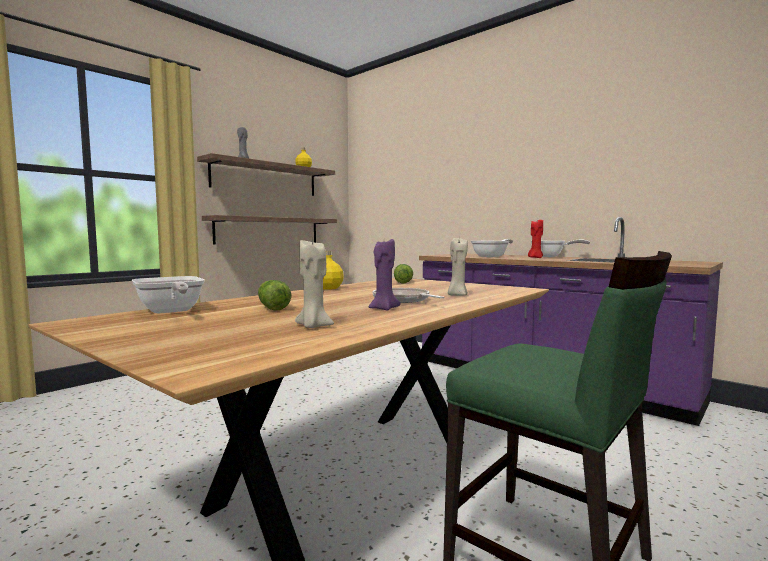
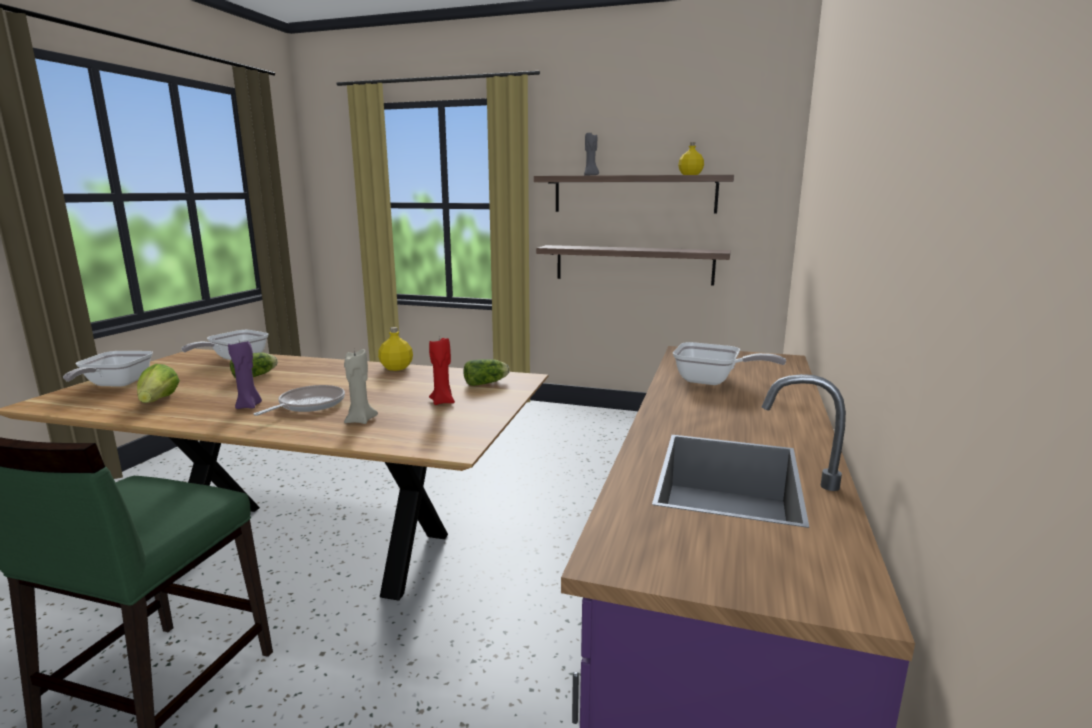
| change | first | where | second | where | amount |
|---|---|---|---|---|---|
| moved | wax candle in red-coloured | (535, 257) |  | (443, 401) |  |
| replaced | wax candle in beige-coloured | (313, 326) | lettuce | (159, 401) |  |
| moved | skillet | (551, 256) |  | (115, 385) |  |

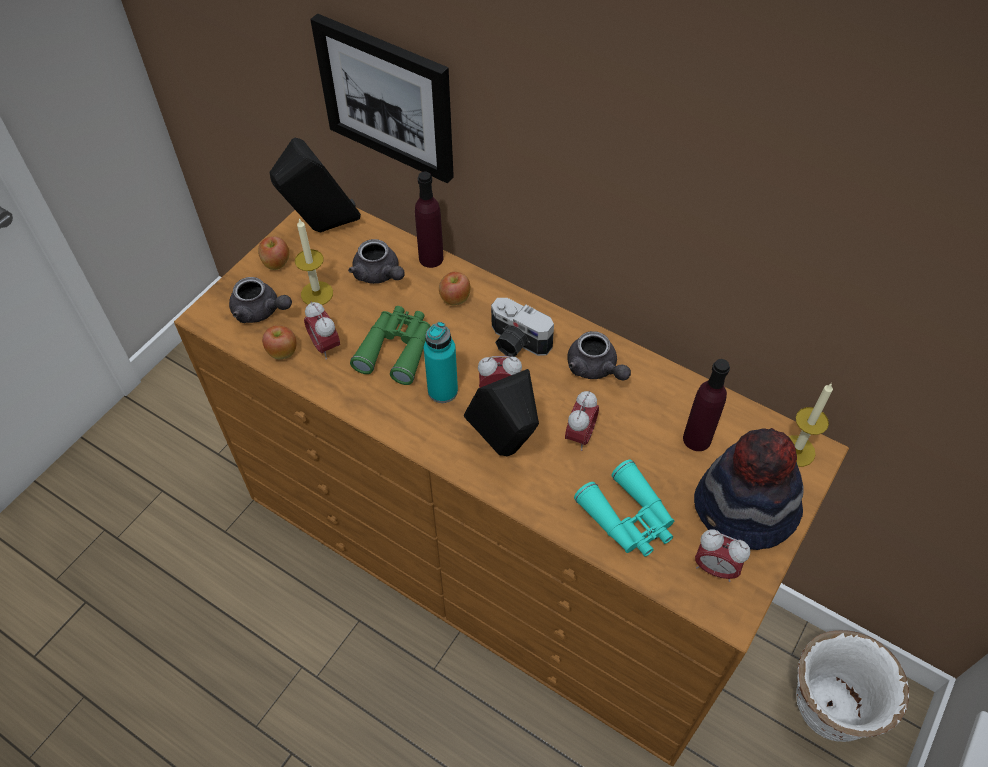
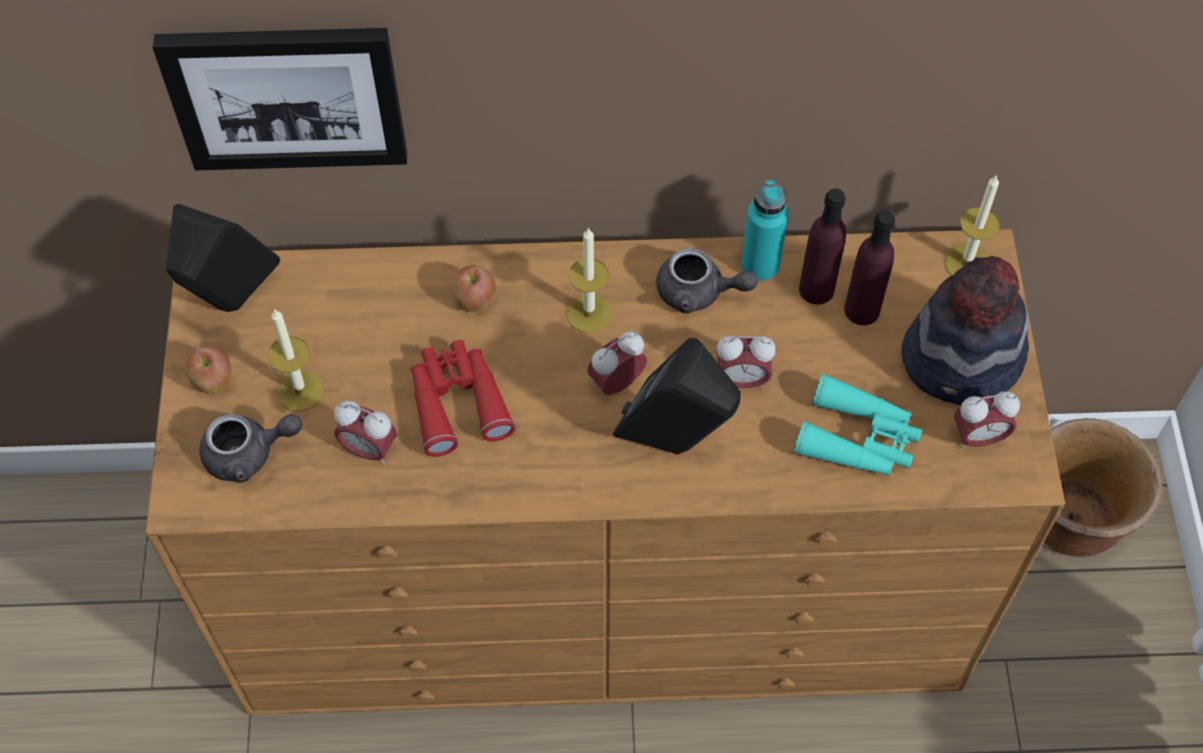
| change | first | where | second | where | amount |
|---|---|---|---|---|---|
| moved | beverage bottle in purple-coloured | (431, 258) |  | (816, 289) |  |
| removed | teapot in greyish | (379, 275) |  |  |  |
| replaced | still camera | (516, 343) | wax candle | (589, 313) |  |
| recoloured | field glasses in green | (396, 349) | field glasses in red-coloured | (457, 402) |  |
| moved | beverage bottle in turquoise-coloured | (442, 391) |  | (760, 266) |  |
| removed | whole apple | (282, 352) |  |  |  |
| turned | bedside clock | (579, 436) |  | (741, 380) | 105 degrees clockwise |
| recoloured | plant pot in whitish | (828, 708) | plant pot in brown | (1069, 523) |  |

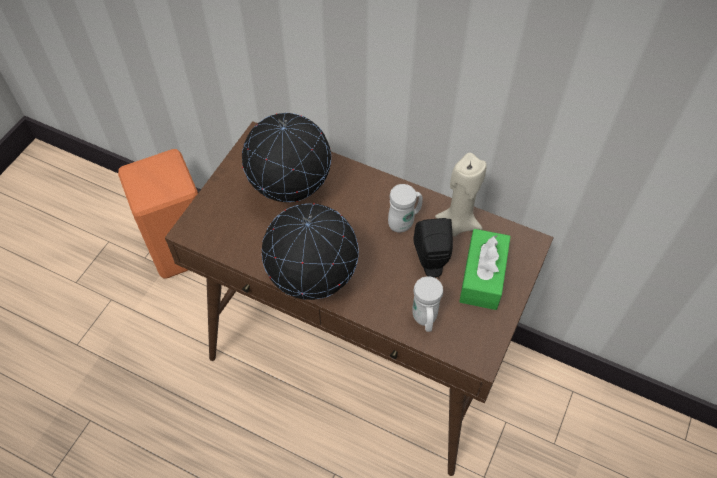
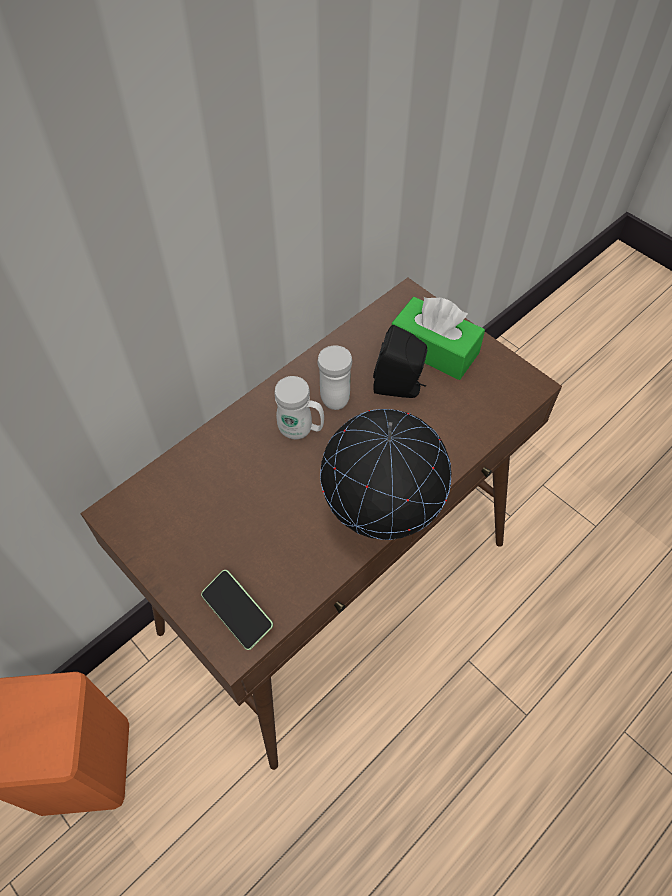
| change | first | where | second | where | amount |
|---|---|---|---|---|---|
| removed | desk globe | (291, 192) |  |  |  |
| removed | wax candle in beige-coloured | (458, 222) |  |  |  |
| moved | coffee mug in whitish | (425, 320) |  | (301, 431) |  |
| added |  |  | handset | (237, 613) |  |

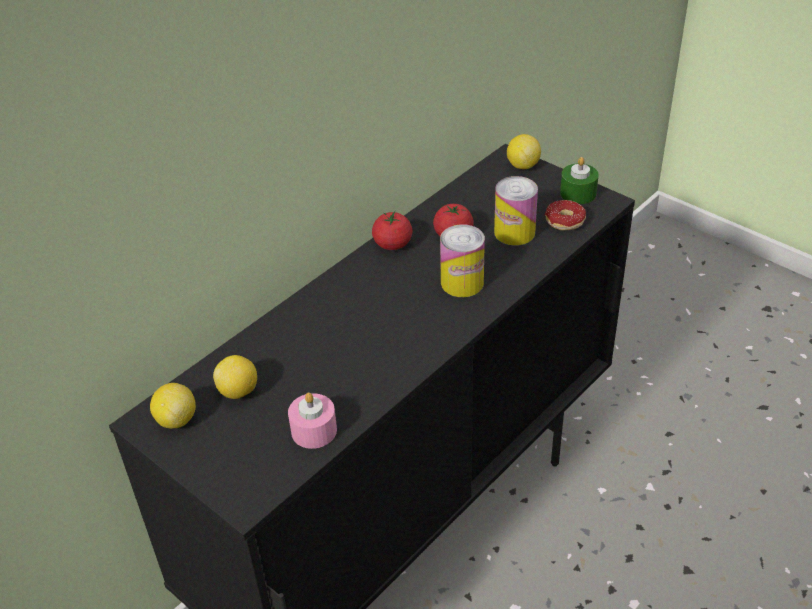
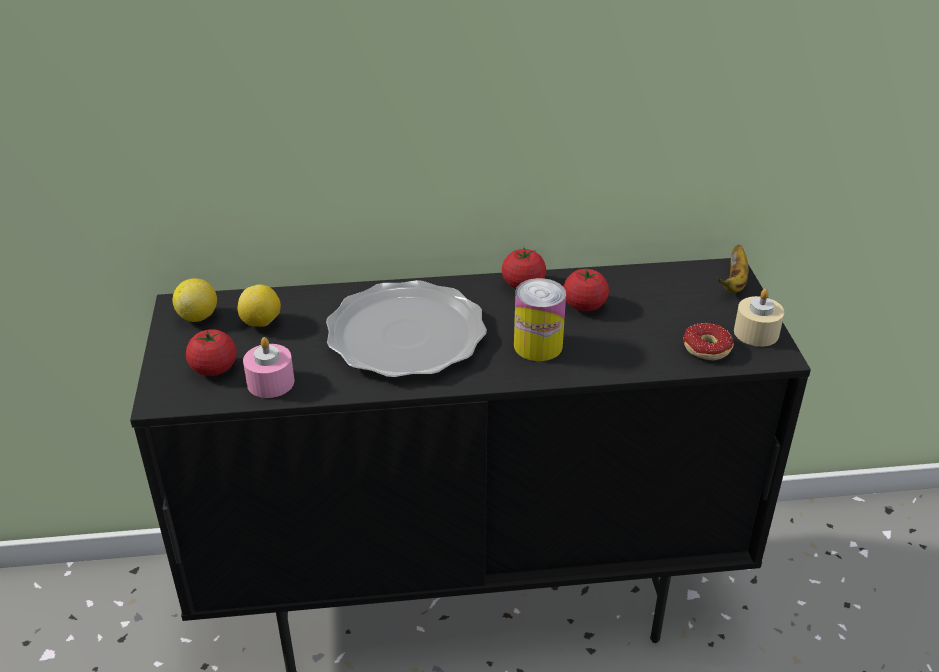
| change | first | where | second | where | amount |
|---|---|---|---|---|---|
| replaced | citrus fruit | (523, 165) | banana fruit | (734, 282) |  |
| recoloured | wax candle in green | (578, 193) | wax candle in beige-coloured | (756, 333) |  |
| removed | metal can | (514, 232) |  |  |  |
| added |  |  | flat dish | (405, 335) |  |
| added |  |  | whole tomato | (214, 368) |  |

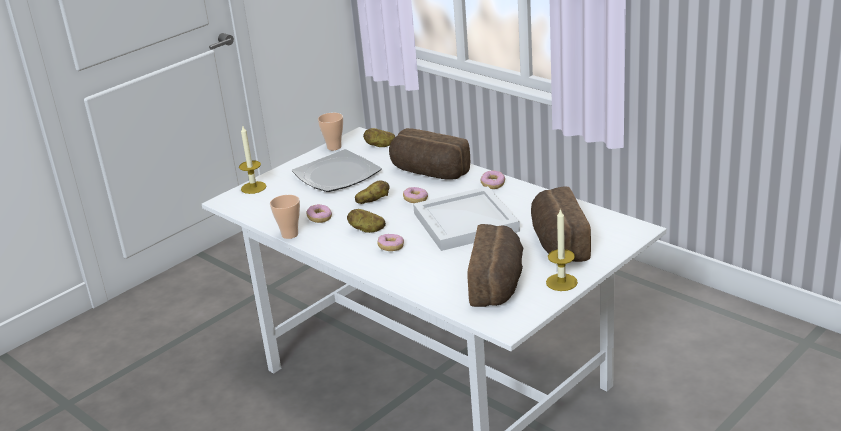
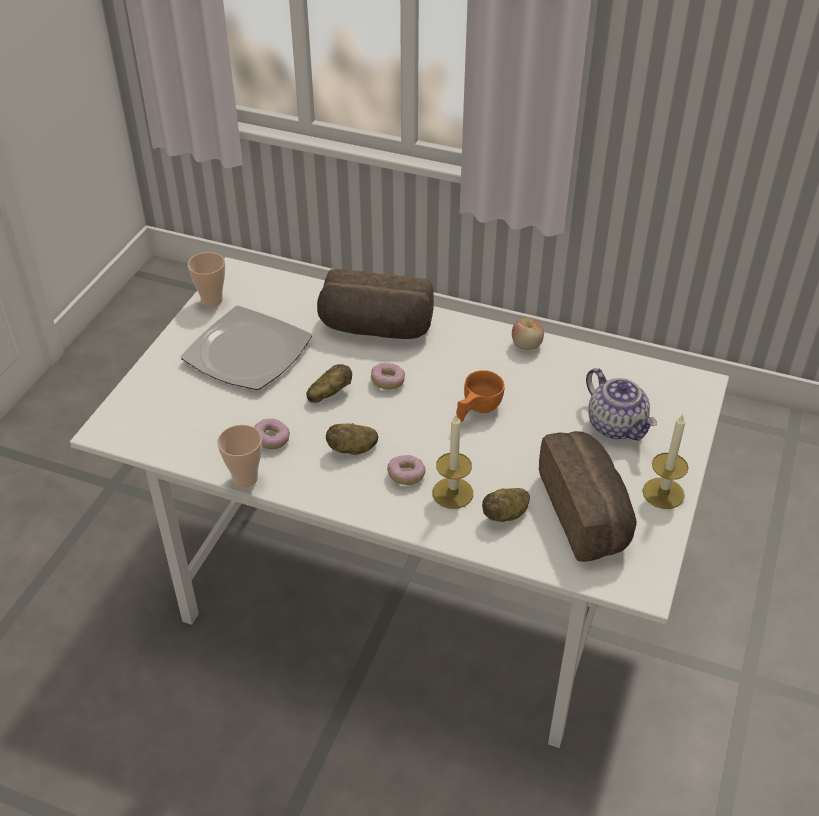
| change | first | where | second | where | amount |
|---|---|---|---|---|---|
| moved | wax candle | (253, 187) |  | (452, 493) |  |
| moved | spud | (380, 146) |  | (506, 514) |  |
| removed | ring doughnut | (493, 185) |  |  |  |
| replaced | tray in whitish | (464, 222) | drinking cup in orange-coloured | (476, 410) |  |
| replaced | baked bread | (557, 243) | teapot | (617, 426) |  |
| added |  |  | whole apple | (526, 345) |  |

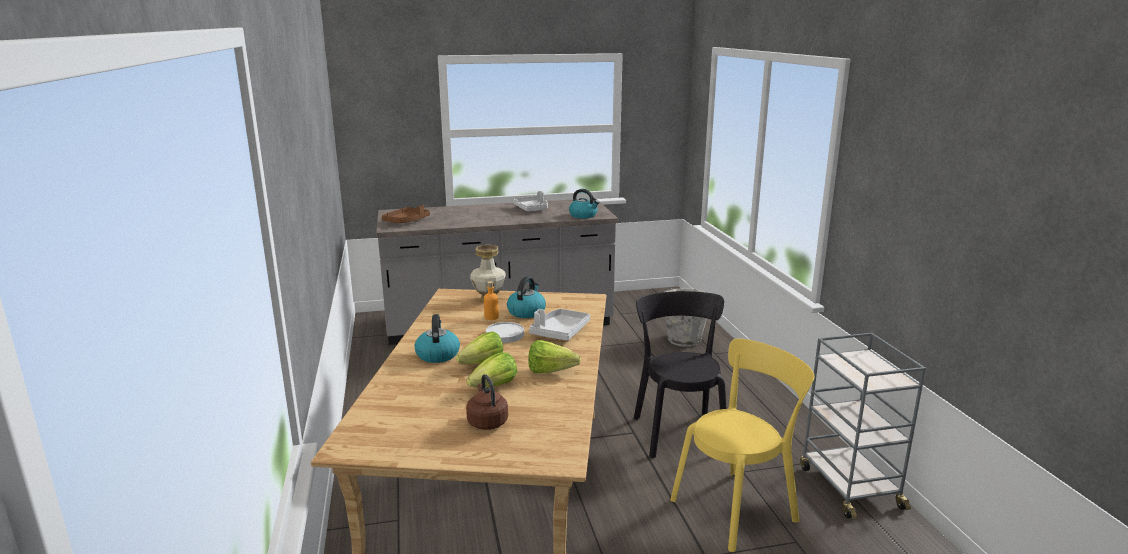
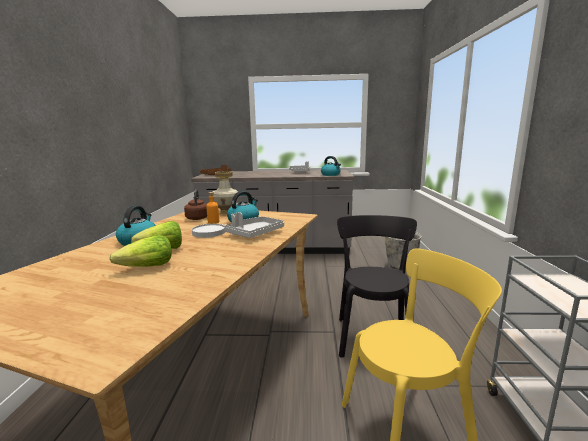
| change | first | where | second | where | amount |
|---|---|---|---|---|---|
| removed | lettuce | (554, 372) |  |  |  |
| moved | tea kettle in brown | (487, 422) |  | (197, 218) |  |

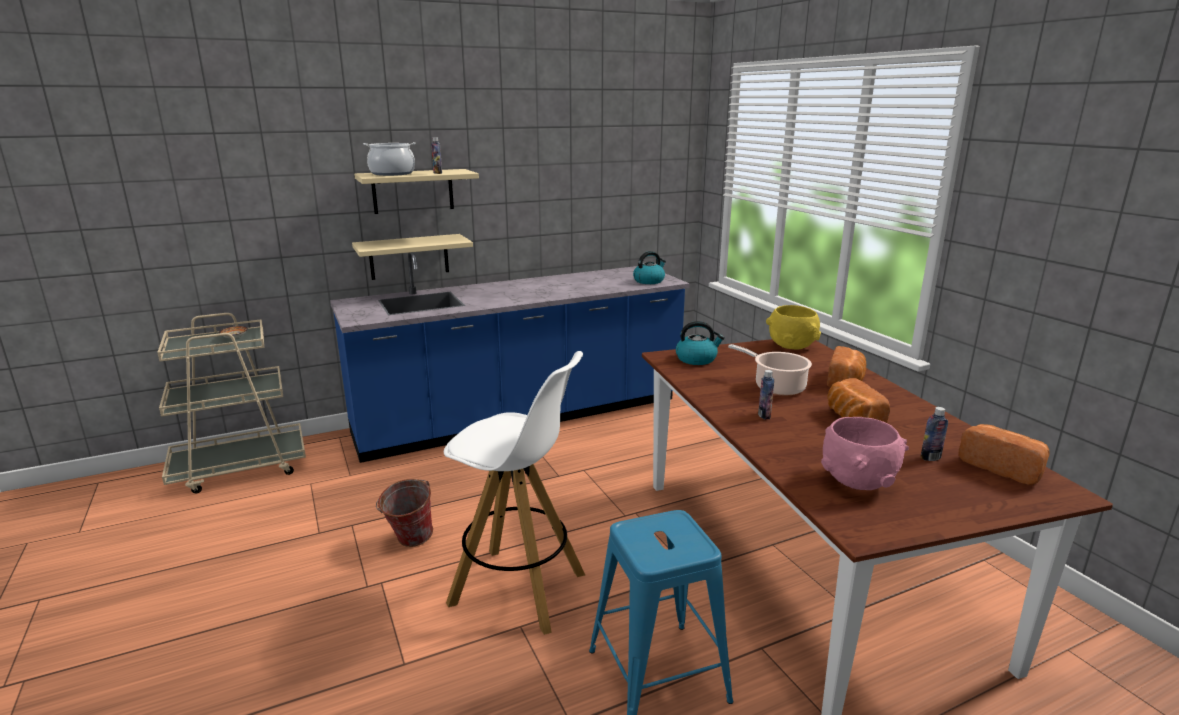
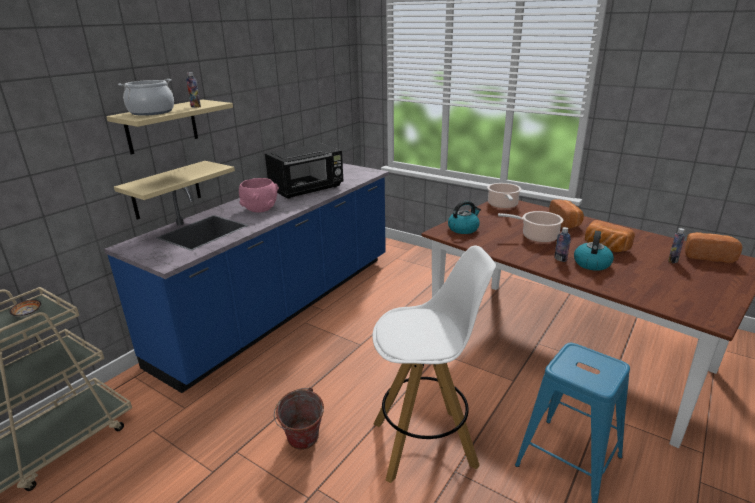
| change | first | where | second | where | amount |
|---|---|---|---|---|---|
| moved | tea kettle | (649, 281) |  | (591, 263) |  |
| replaced | bowl in yellow-coloured | (791, 346) | stockpot | (503, 205) |  |
| moved | bowl in pink-coloured | (856, 481) |  | (259, 210) |  |
| added |  |  | microwave oven in black | (307, 189) |  |

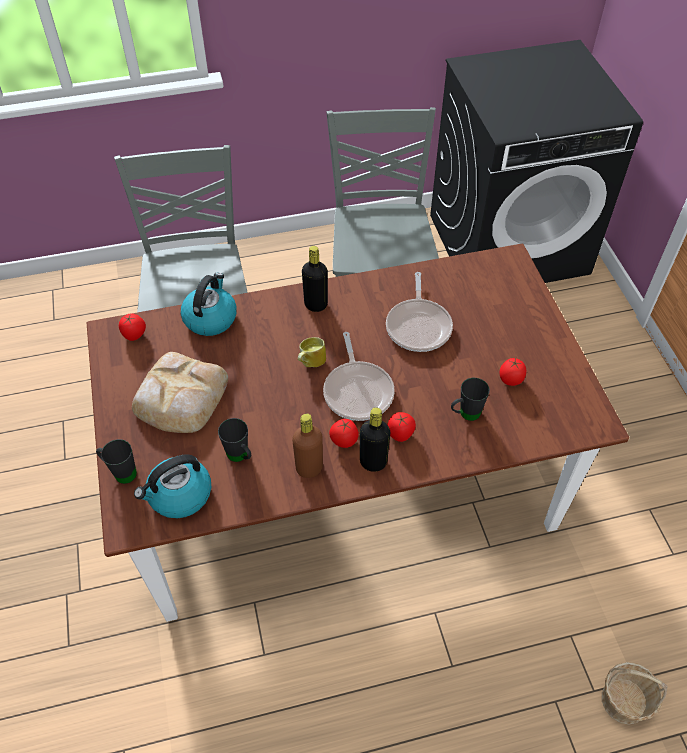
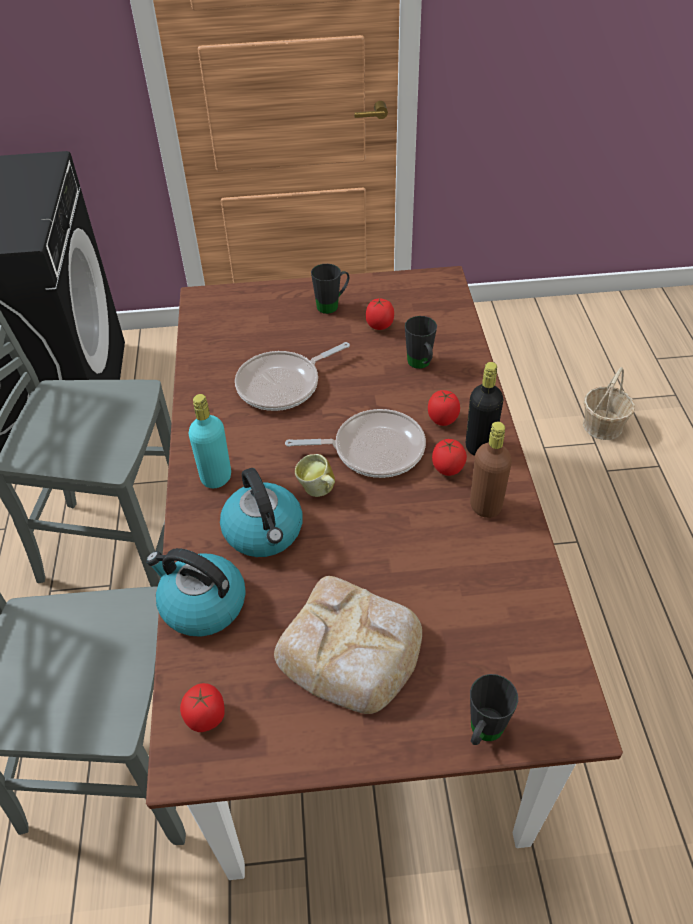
| change | first | where | second | where | amount |
|---|---|---|---|---|---|
| recoloured | beverage bottle in black | (316, 305) | beverage bottle in turquoise-coloured | (216, 477) |  |
| turned | skillet | (418, 326) |  | (283, 385) | 135 degrees clockwise |
| moved | coffee mug in black | (240, 457) |  | (332, 305) |  |
| moved | tea kettle | (179, 495) |  | (264, 532) |  |

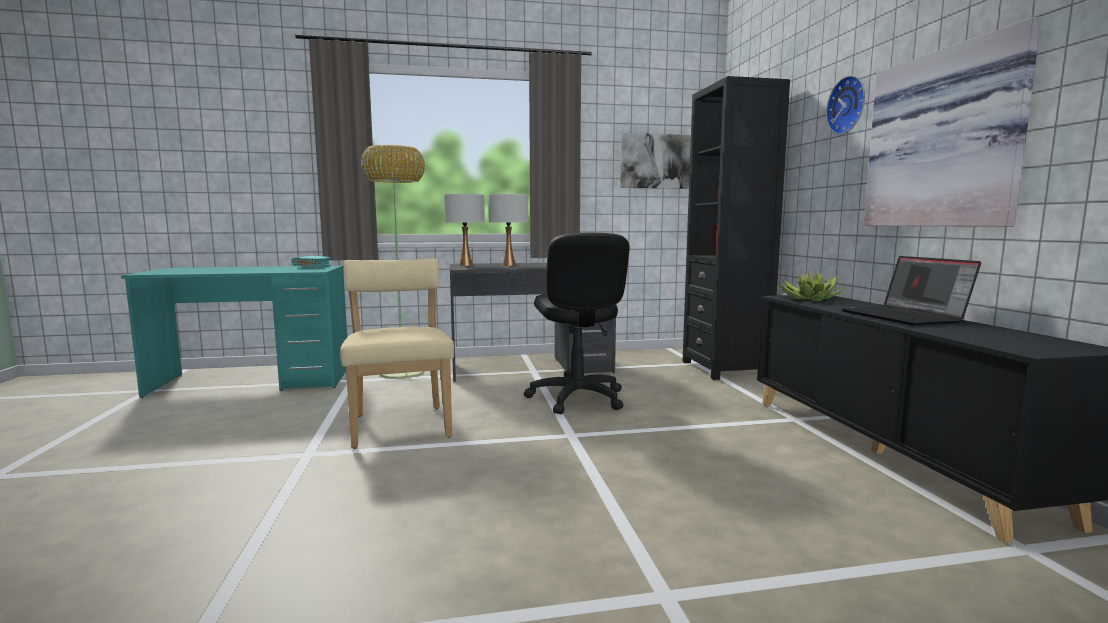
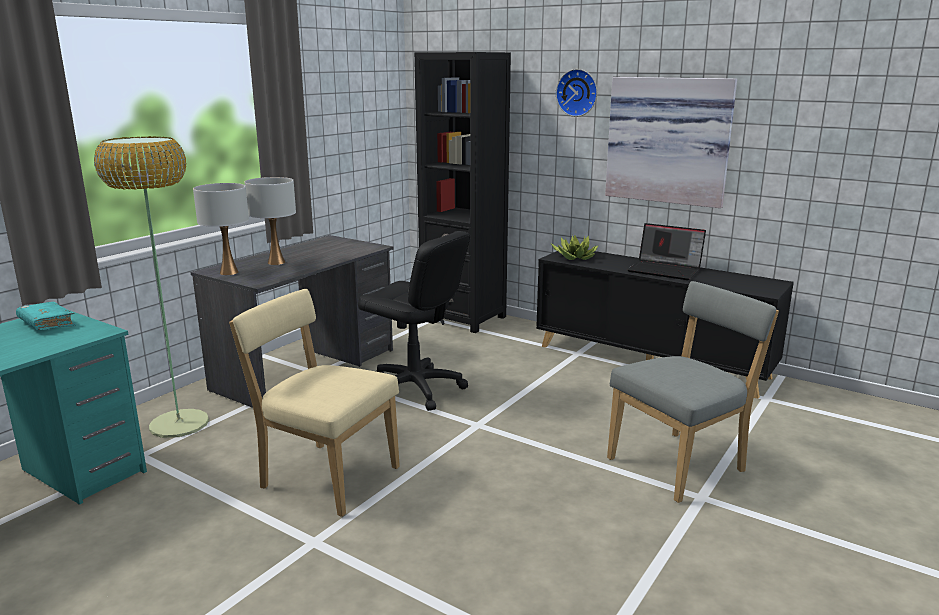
| change | first | where | second | where | amount |
|---|---|---|---|---|---|
| removed | wall picture | (658, 161) |  |  |  |
| added |  |  | chair in greyish | (681, 464) |  |

